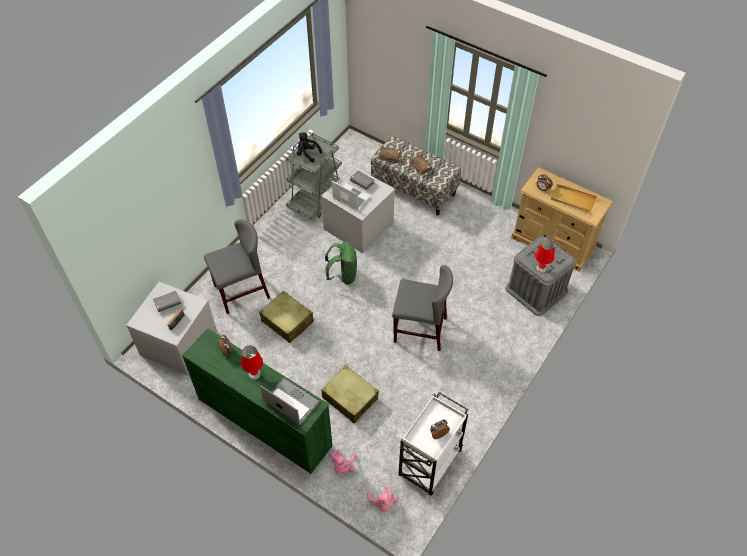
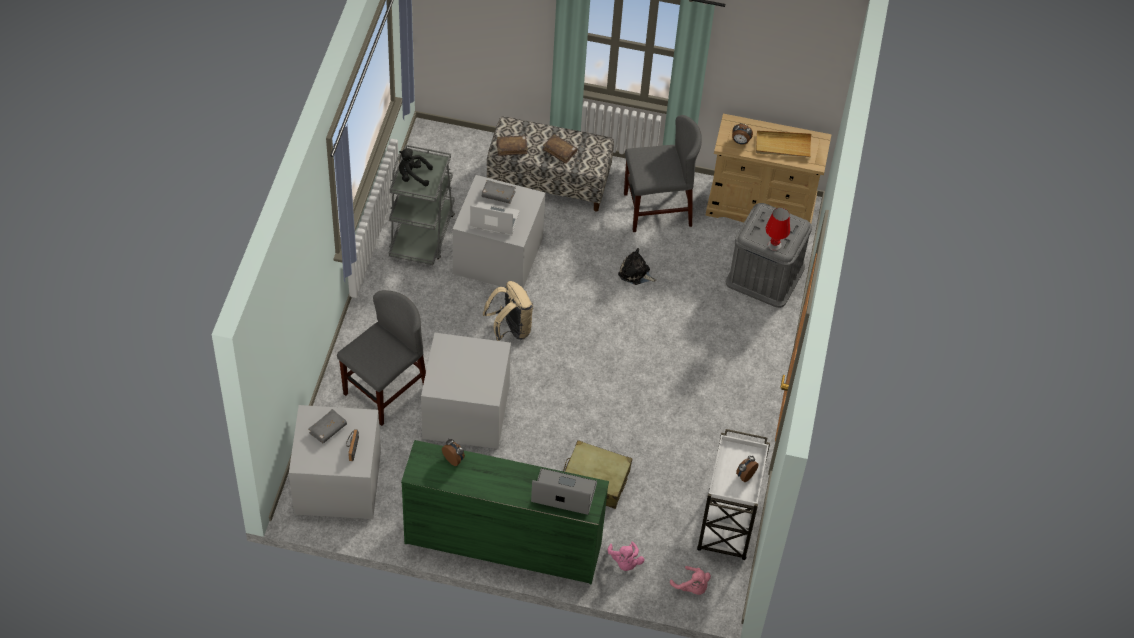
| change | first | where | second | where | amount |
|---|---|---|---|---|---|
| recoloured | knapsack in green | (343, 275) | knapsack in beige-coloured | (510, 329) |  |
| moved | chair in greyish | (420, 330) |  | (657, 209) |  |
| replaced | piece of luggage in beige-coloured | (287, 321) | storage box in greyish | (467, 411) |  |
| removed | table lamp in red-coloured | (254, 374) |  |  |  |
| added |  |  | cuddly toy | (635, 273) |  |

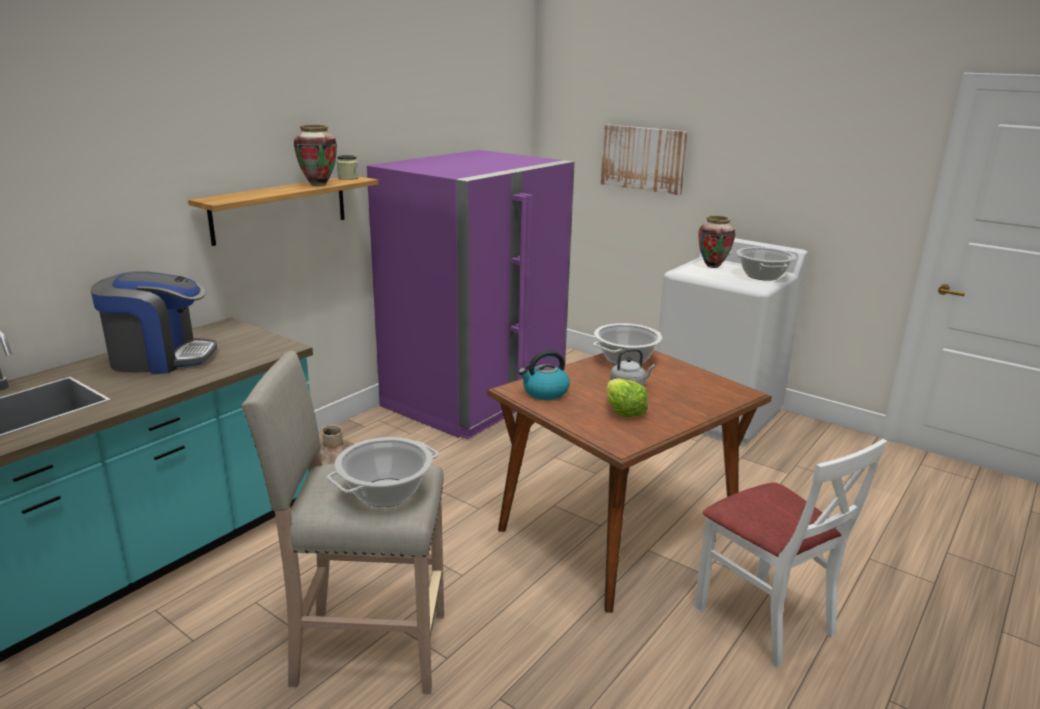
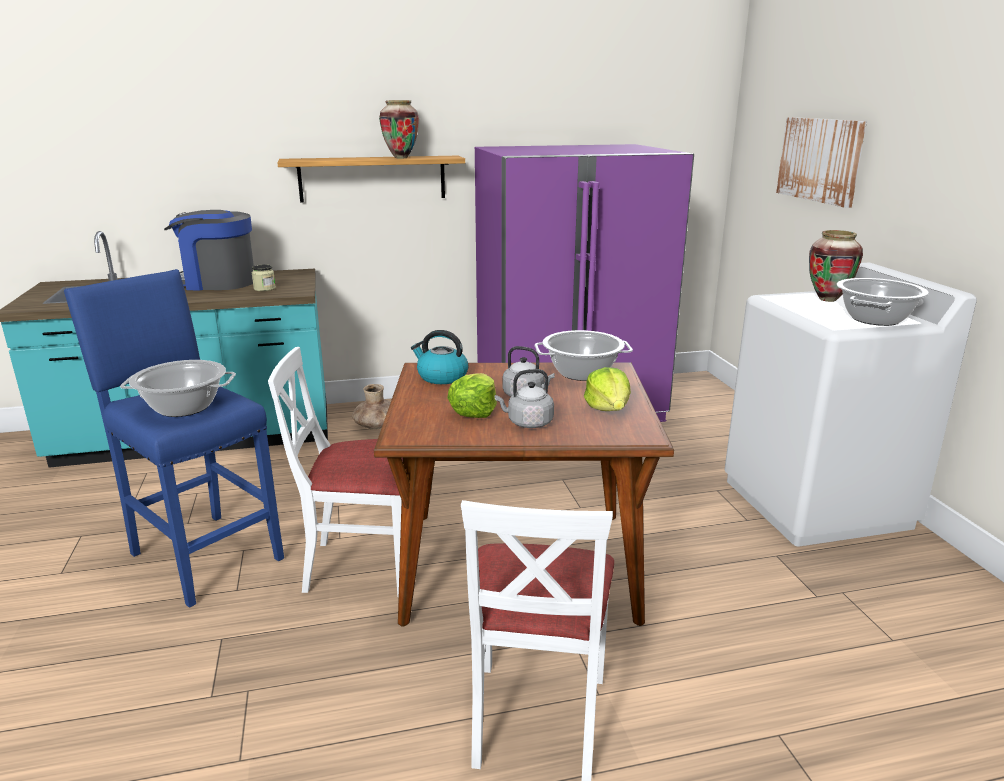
| change | first | where | second | where | amount |
|---|---|---|---|---|---|
| moved | jar | (348, 178) |  | (264, 288) |  |
| turned | coffee maker | (160, 358) |  | (216, 283) | 150 degrees clockwise |
| recoloured | sitting stool in beige-coloured | (366, 648) | sitting stool in blue-coloured | (204, 555) |  |
| added |  |  | chair in whitish | (363, 565) |  |
| added |  |  | lettuce | (608, 408) |  |
| added |  |  | tea kettle in greyish | (527, 423) |  |

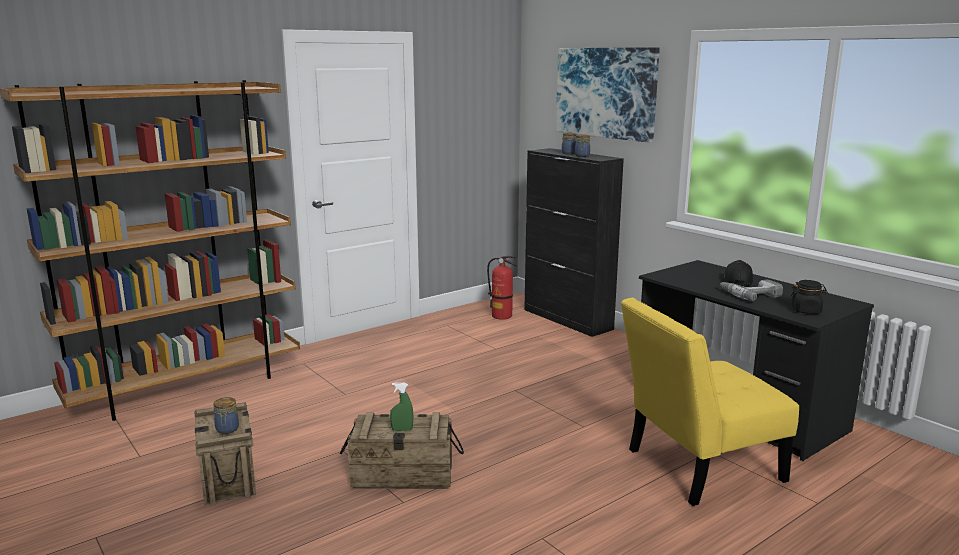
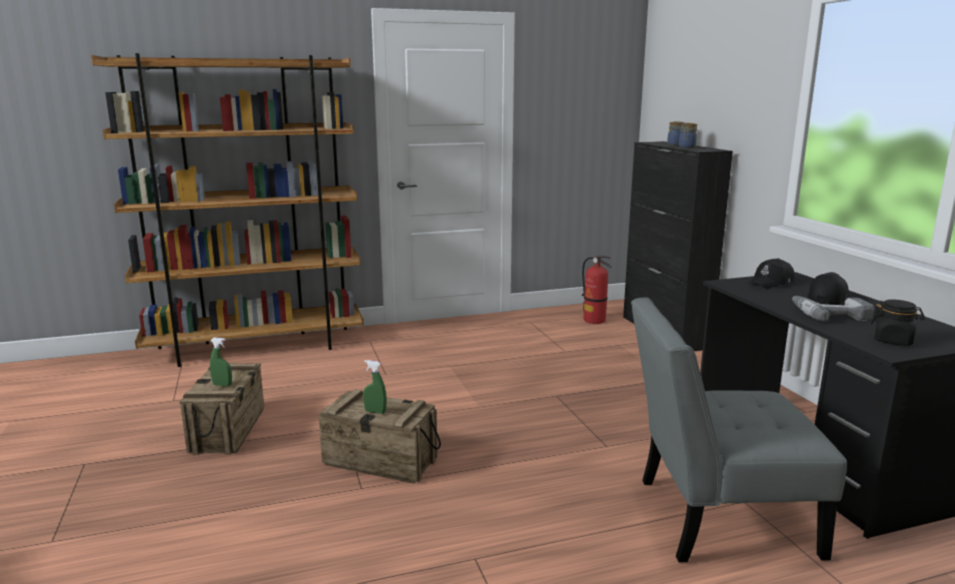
| change | first | where | second | where | amount |
|---|---|---|---|---|---|
| removed | wall picture | (605, 92) |  |  |  |
| recoloured | chair in yellow-coloured | (697, 467) | chair in greyish | (715, 517) |  |
| replaced | jar | (227, 429) | hand sprayer in green | (222, 385) |  |
| added |  |  | cap in black | (771, 283) |  |

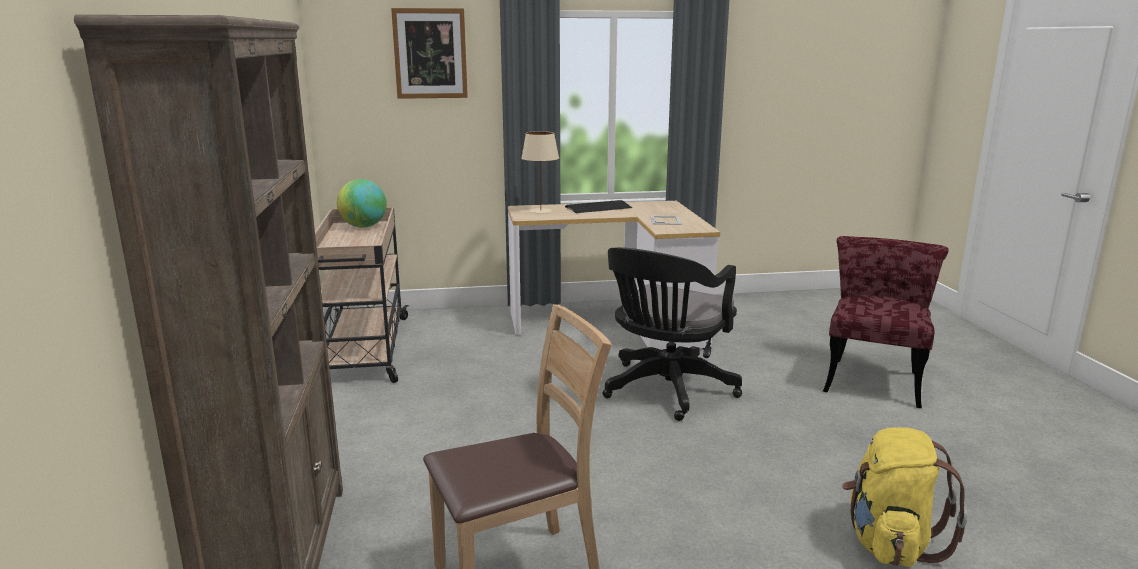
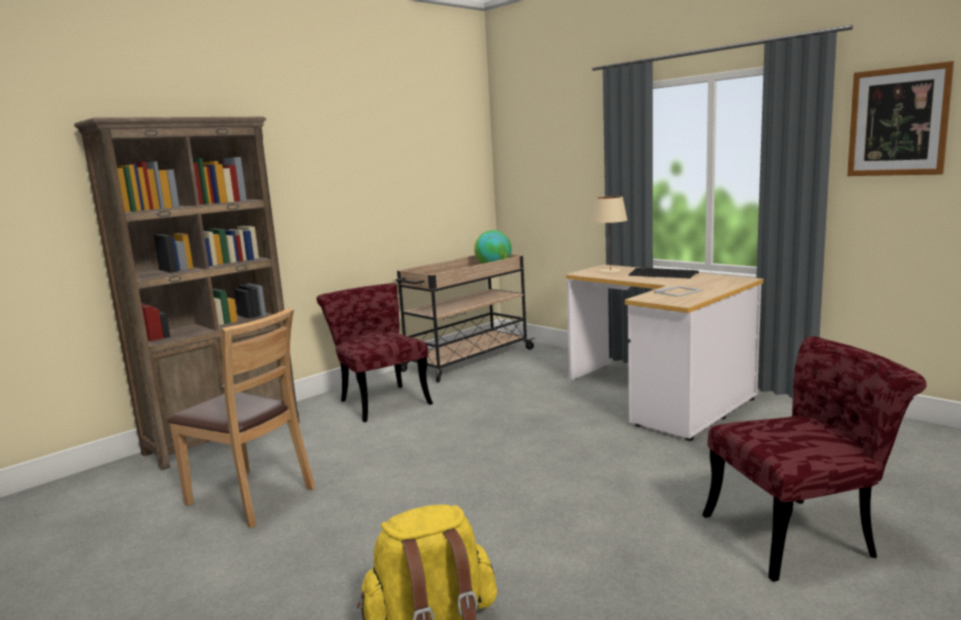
| change | first | where | second | where | amount |
|---|---|---|---|---|---|
| moved | wall picture | (430, 53) |  | (897, 122) |  |
| removed | desk chair in black | (666, 391) |  |  |  |
| added |  |  | chair in red-coloured | (380, 400) |  |

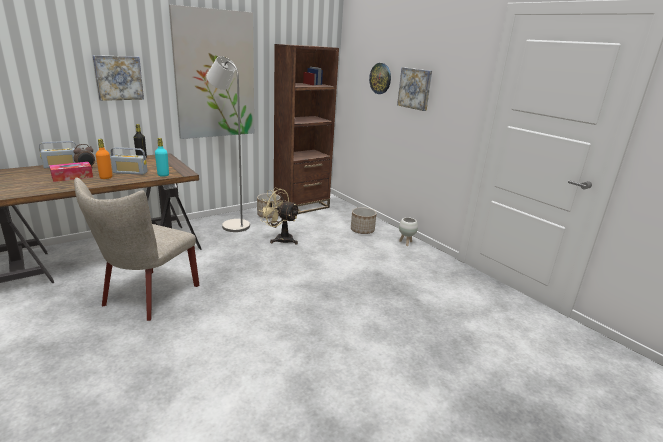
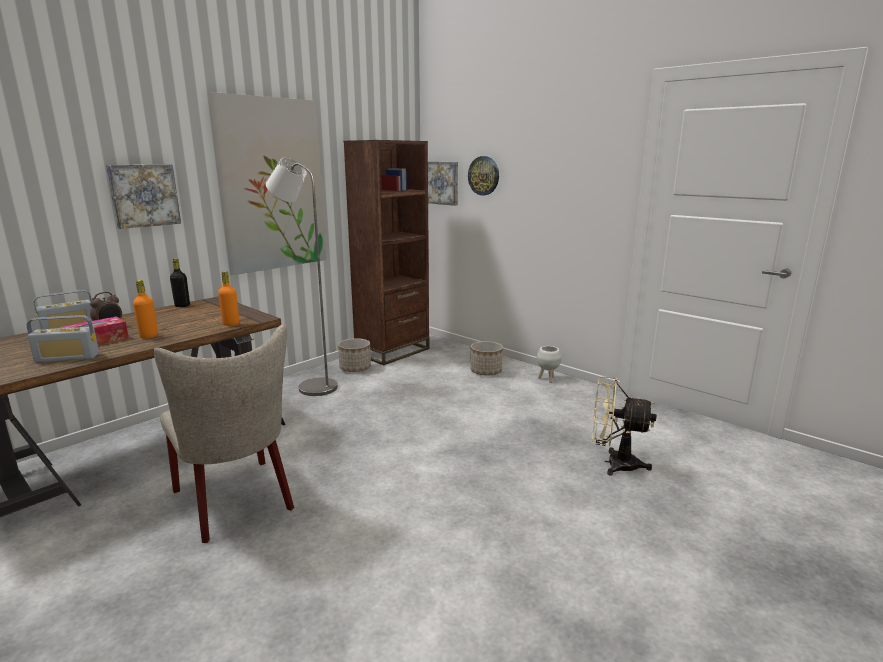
| change | first | where | second | where | amount |
|---|---|---|---|---|---|
| moved | wall picture | (415, 88) |  | (442, 183) |  |
| recoloured | beverage bottle in turquoise-coloured | (163, 175) | beverage bottle in orange-coloured | (231, 324) |  |
| moved | radio | (130, 172) |  | (67, 358) |  |
| turned | chair in beige-coloured | (147, 297) |  | (237, 502) | 45 degrees counterclockwise |
| moved | fan in beige-coloured | (280, 238) |  | (613, 463) |  |

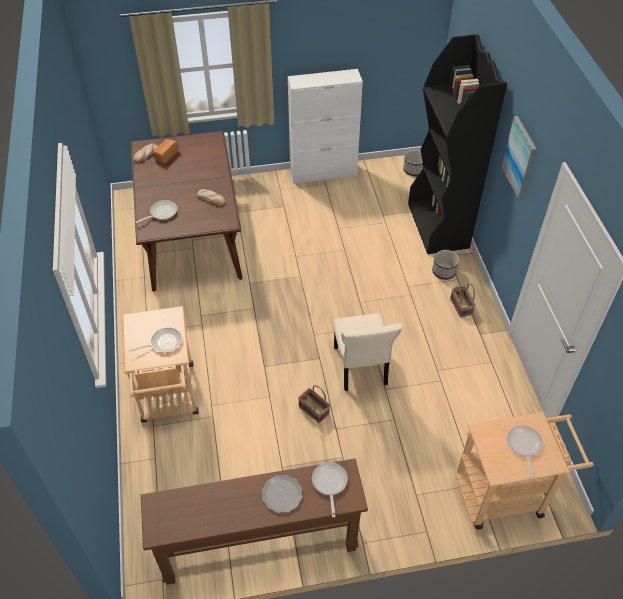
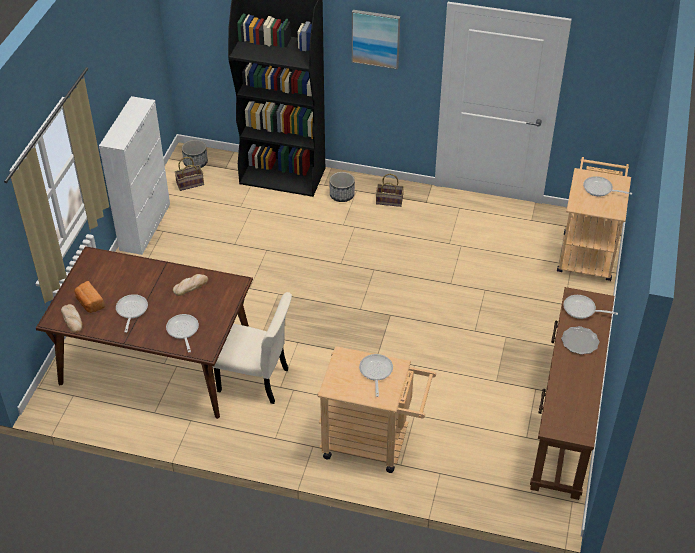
| change | first | where | second | where | amount |
|---|---|---|---|---|---|
| moved | chair in beige-coloured | (360, 368) |  | (256, 381) |  |
| moved | household basket | (315, 410) |  | (190, 183) |  |
| added |  |  | skillet | (131, 311) |  |

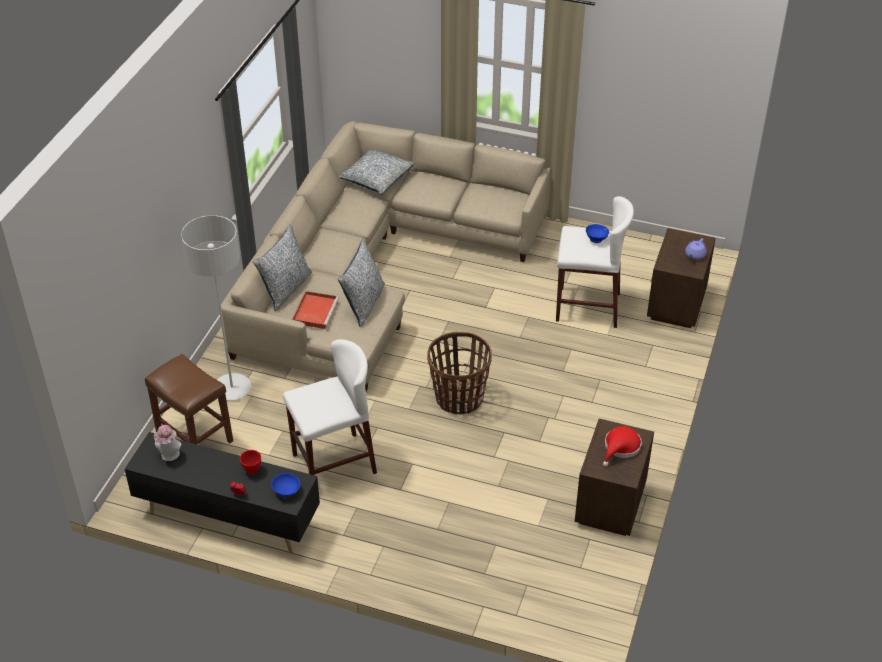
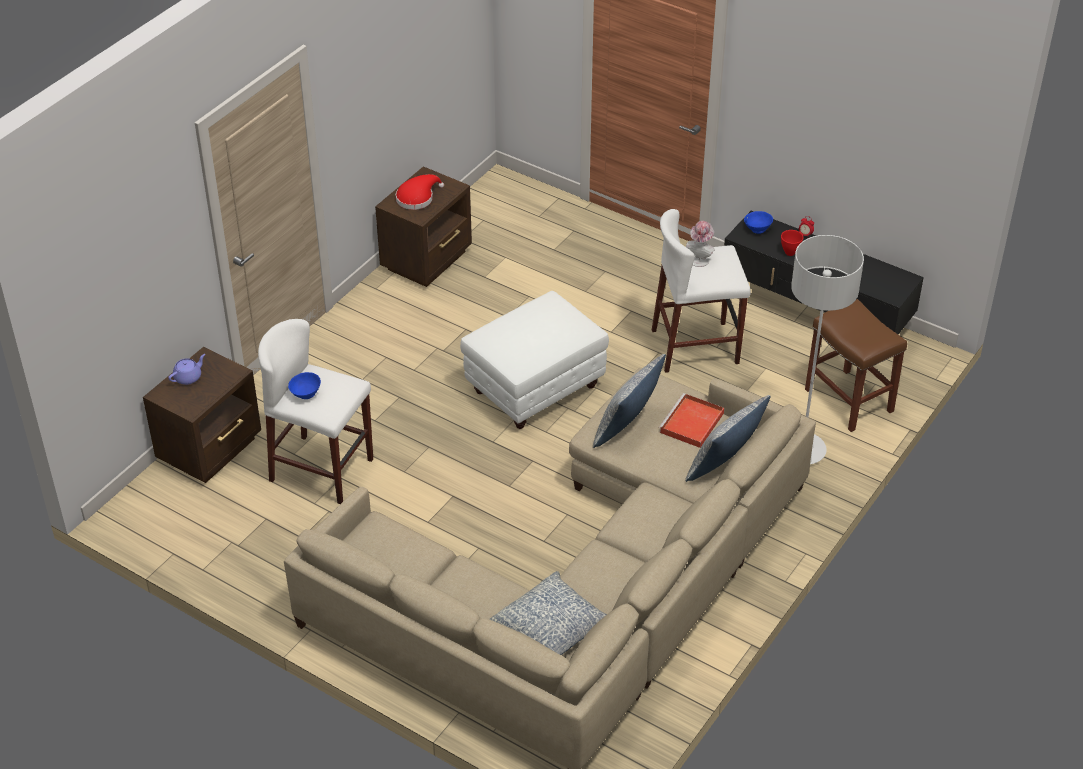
| change | first | where | second | where | amount |
|---|---|---|---|---|---|
| replaced | household basket | (459, 398) | ottoman in whitish | (534, 388) |  |
| moved | hat | (169, 456) |  | (700, 258) |  |

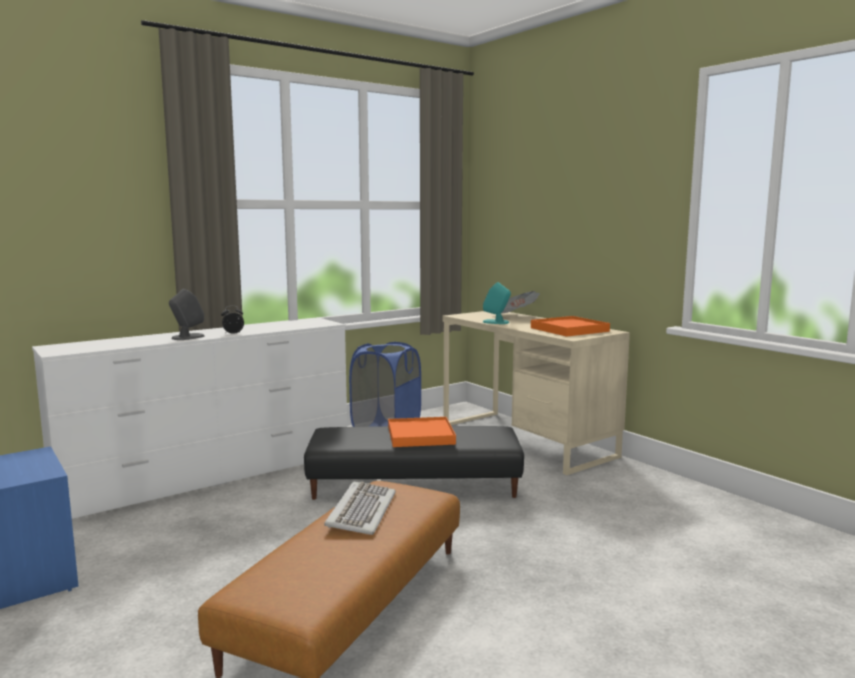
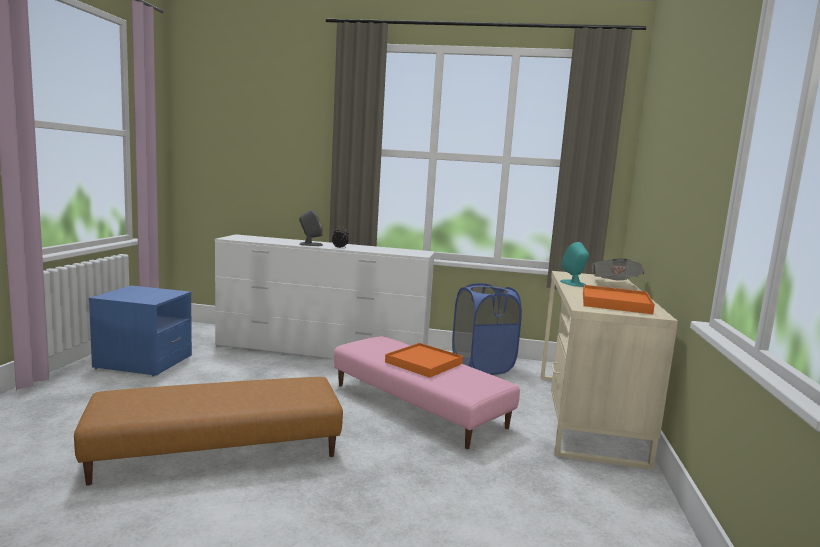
| change | first | where | second | where | amount |
|---|---|---|---|---|---|
| recoloured | ottoman in black | (414, 484) | ottoman in pink-coloured | (419, 405) |  |
| removed | computer keyboard | (361, 511) |  |  |  |

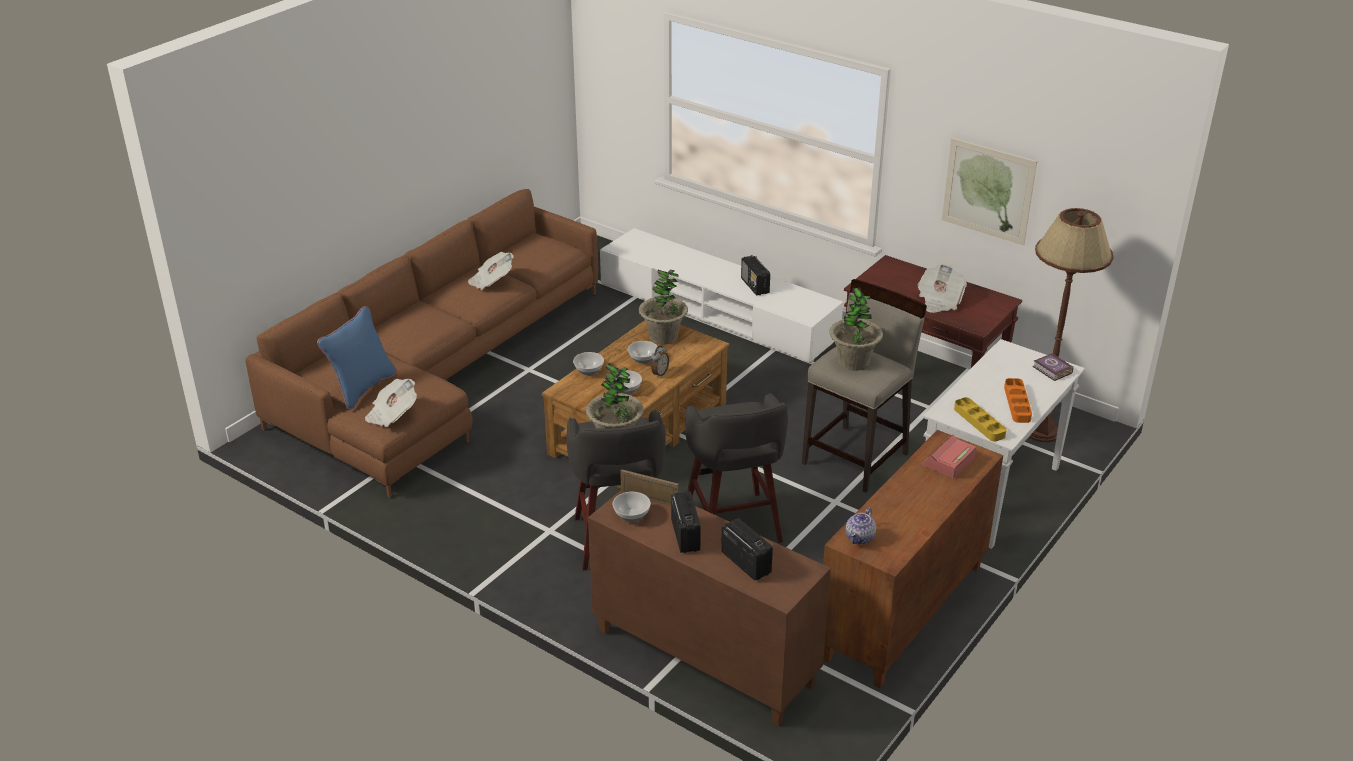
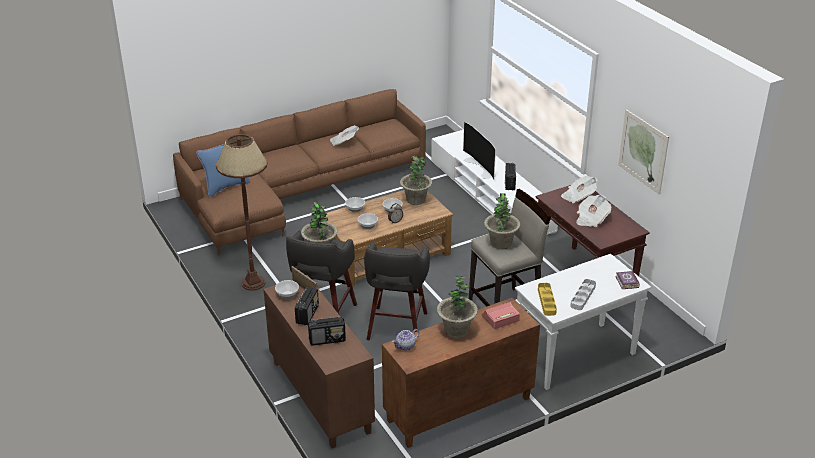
| change | first | where | second | where | amount |
|---|---|---|---|---|---|
| moved | standing lamp in brown | (1041, 431) |  | (253, 283) |  |
| recoloured | tray in orange-coloured | (1017, 403) | tray in greyish | (583, 296) |  |
| moved | printed paper | (392, 414) |  | (578, 197) |  |
| turned | radio | (745, 562) |  | (327, 339) | 90 degrees clockwise |
| added |  |  | TV set | (482, 167) |  |
| added |  |  | plant in a pot | (456, 330) |  |

